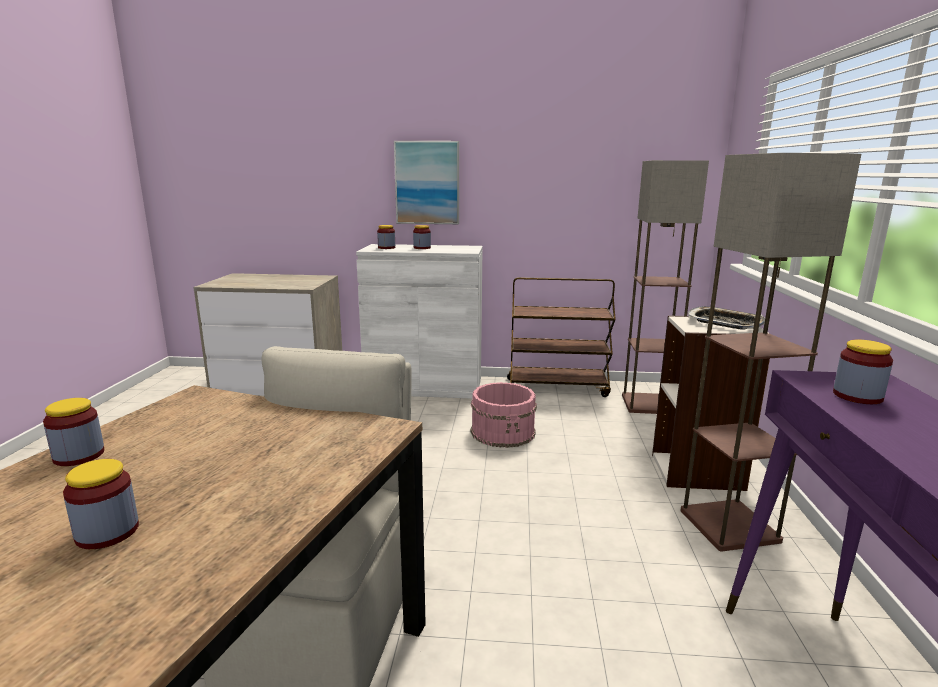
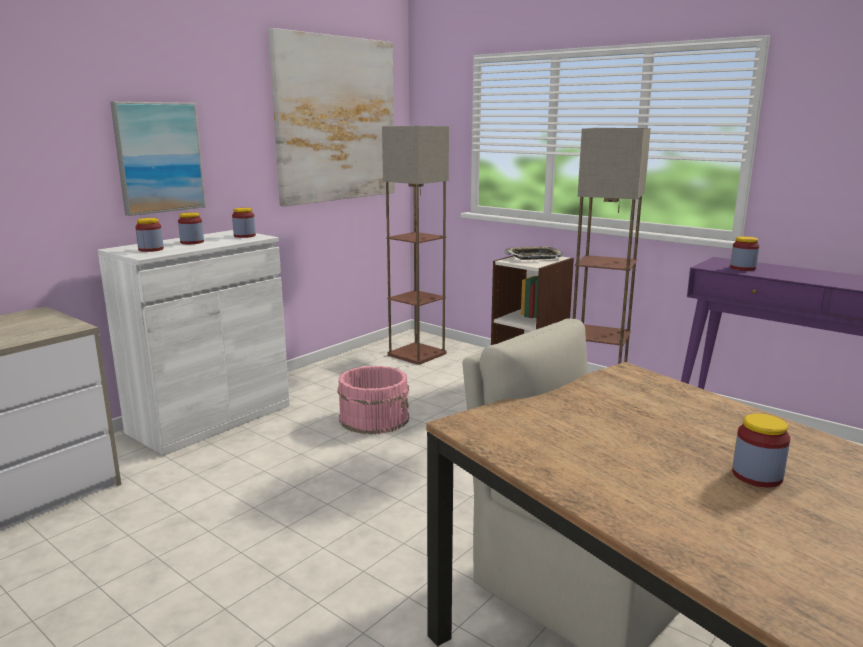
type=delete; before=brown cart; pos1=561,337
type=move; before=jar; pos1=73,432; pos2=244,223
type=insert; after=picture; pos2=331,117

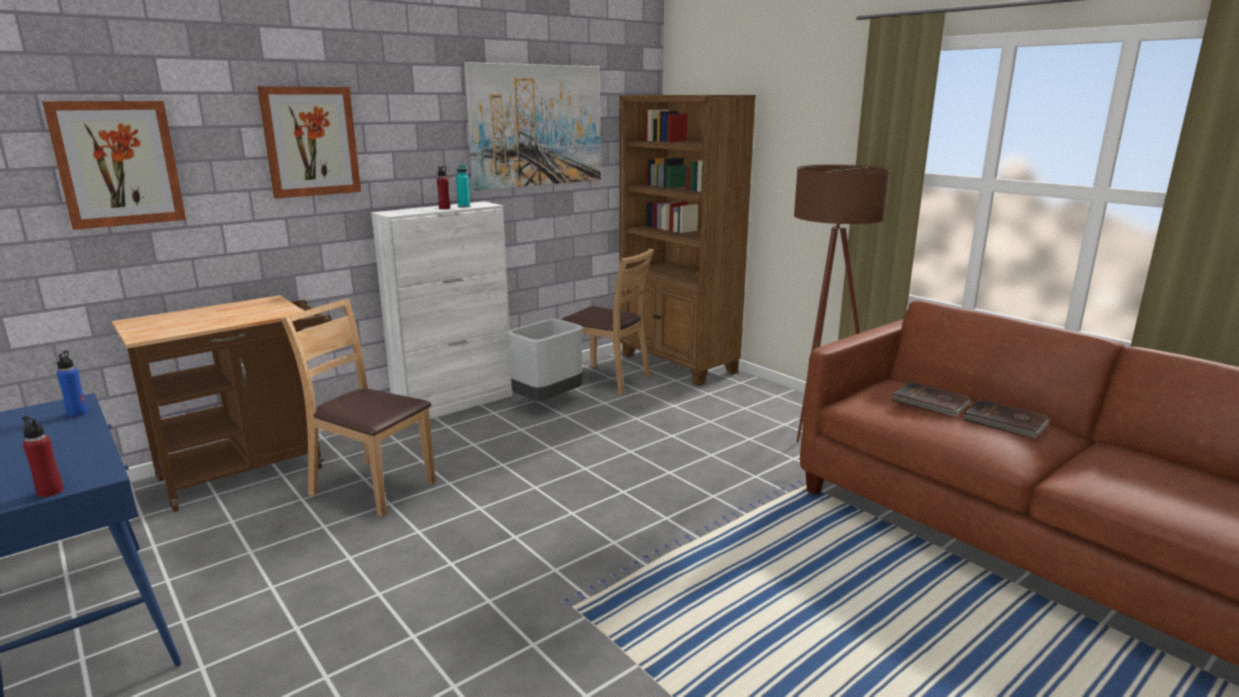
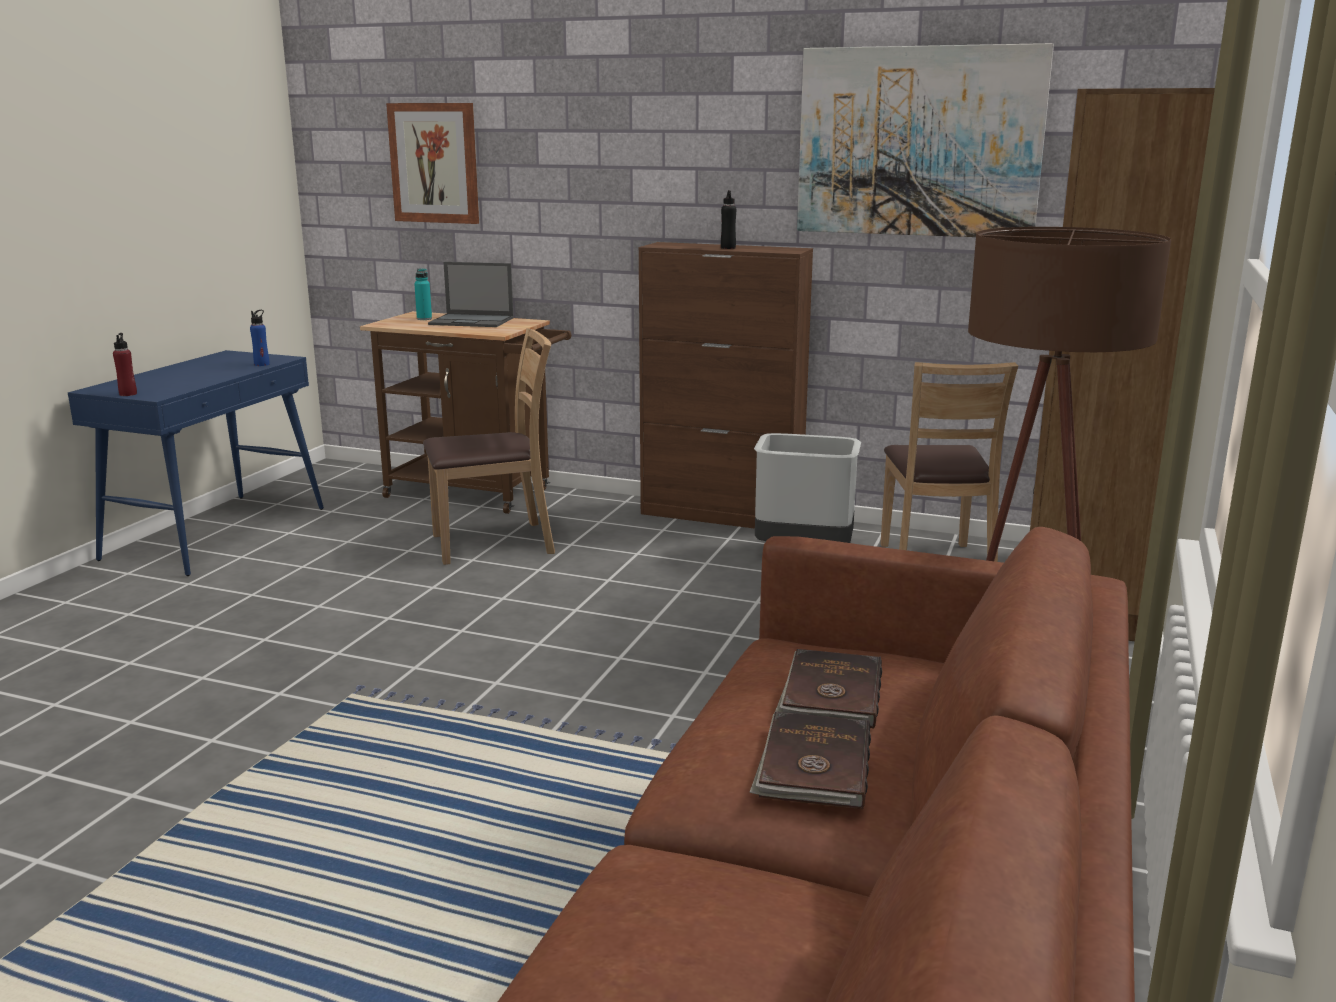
type=delete; before=picture; pos1=309,142
type=move; before=turquoise bottle; pos1=463,186; pos2=423,294
type=recolor; before=red bottle; after=black bottle; pos1=443,187; pos2=728,219
type=recolor; before=white cabinet; after=brown cabinet; pos1=442,313; pos2=725,385
type=rotate; before=brown chair; pos1=358,408; pos2=489,446; turn=75
type=insert; after=laptop; pos2=471,294

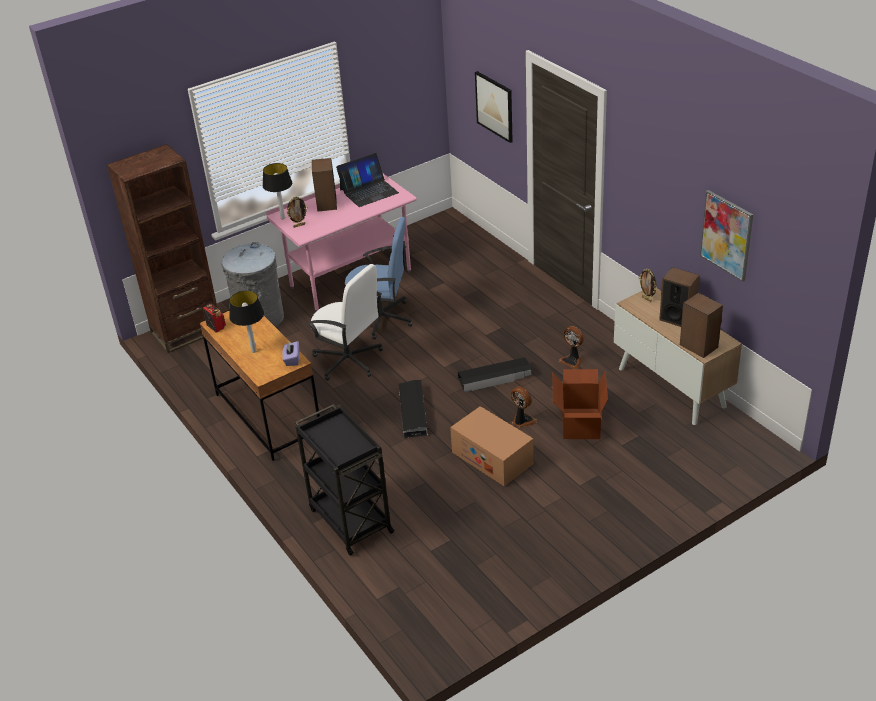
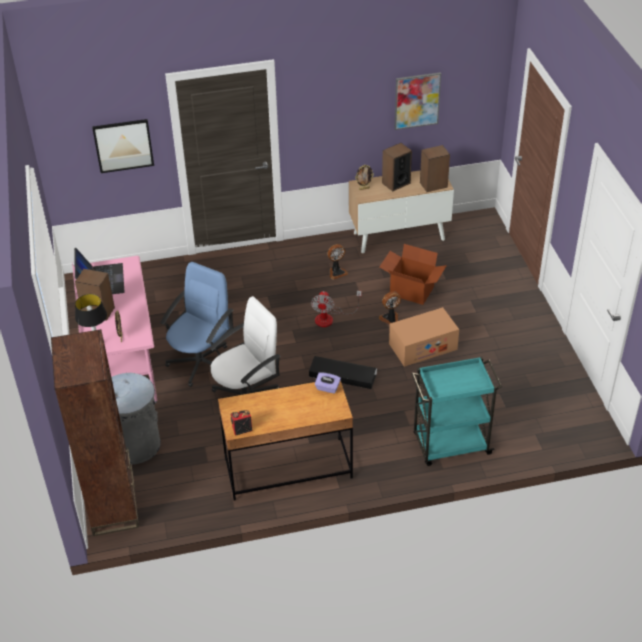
type=delete; before=table lamp; pos1=246,321
type=replace; before=black storage box; after=fan; pos1=495,374; pos2=336,309
type=recolor; before=black cart; after=turquoise cart; pos1=345,480; pos2=457,411

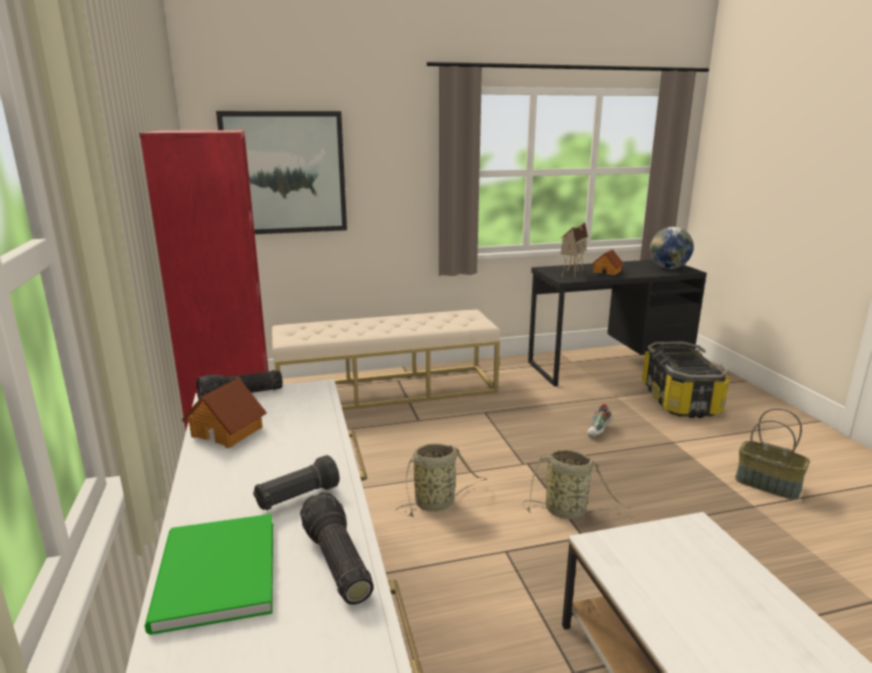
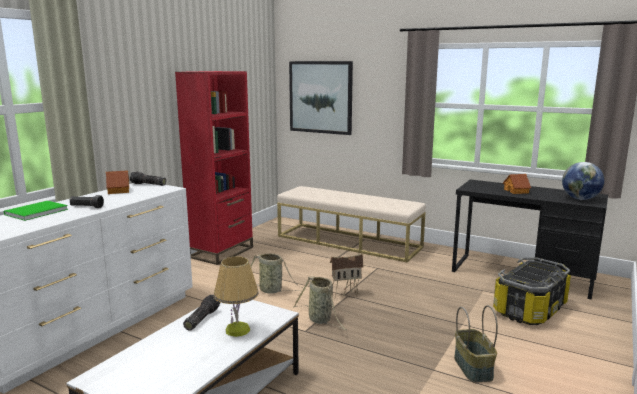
type=move; before=toy house; pos1=574,249; pos2=347,277
type=delete; before=shoe; pos1=600,420
type=move; before=flashlight; pos1=337,548; pos2=201,313
type=insert; after=table lamp; pos2=236,297

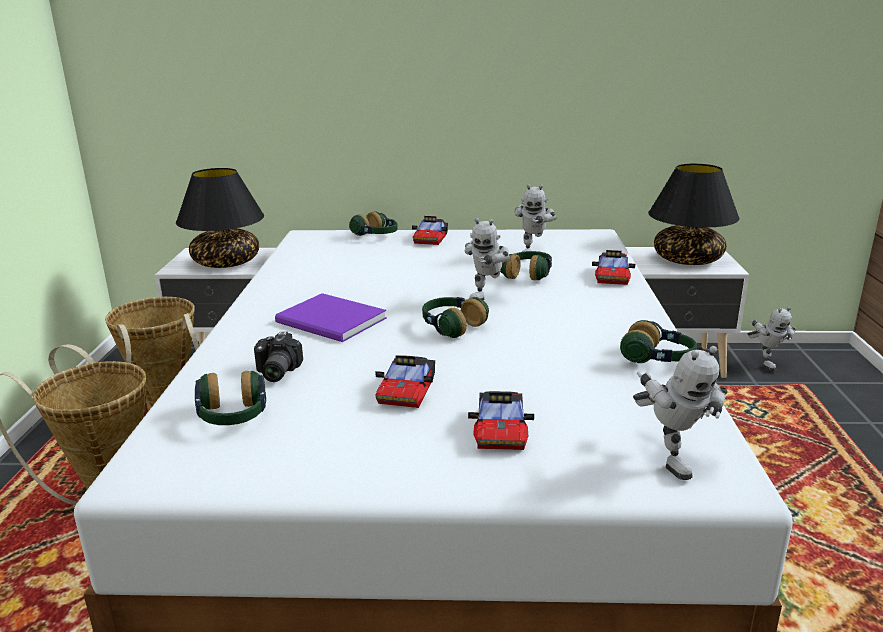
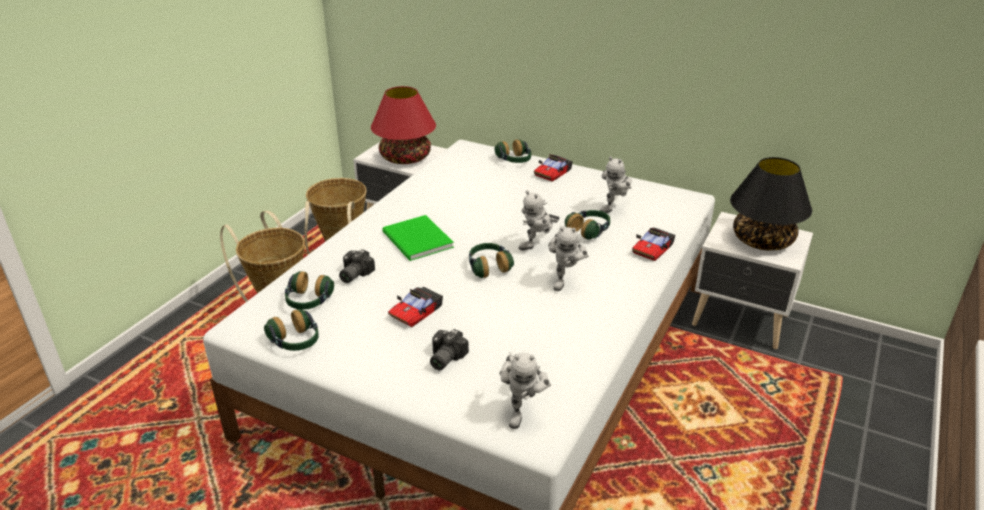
type=recolor; before=black table lamp; after=red table lamp; pos1=220,218; pos2=403,125
type=recolor; before=purple book; after=green book; pos1=331,317; pos2=418,238
type=move; before=toy robot; pos1=771,339; pos2=568,259
type=move; before=headphones; pos1=658,341; pos2=291,330
type=replace; before=toy car; after=photo camera; pos1=501,420; pos2=449,349

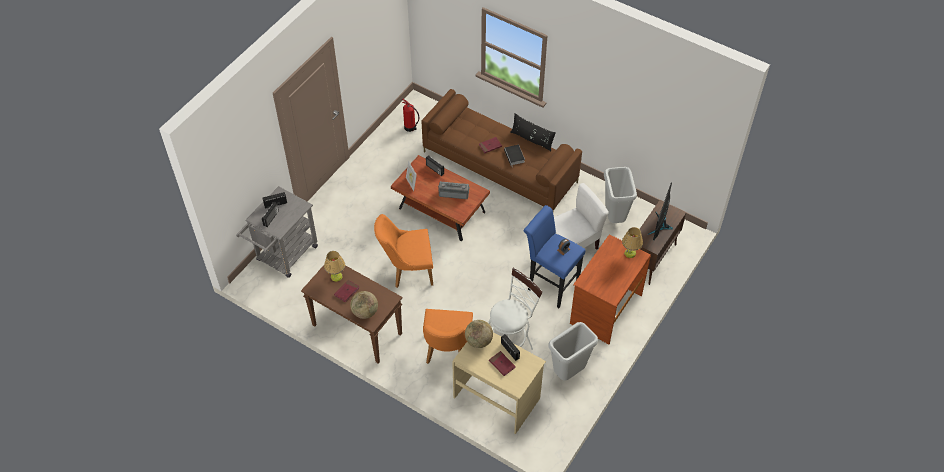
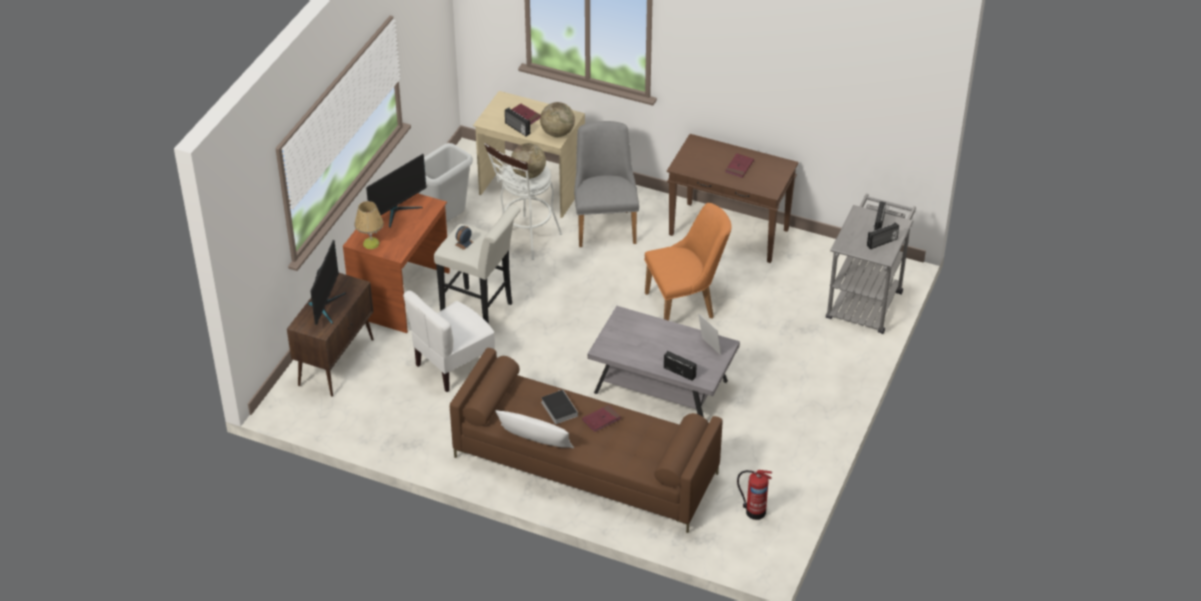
type=recolor; before=black pillow; after=white pillow; pos1=533,132; pos2=534,429
type=recolor; before=brown coffee table; after=grey coffee table; pos1=440,198; pos2=663,361
type=delete; before=grey trash can; pos1=620,195
type=delete; before=radio; pos1=454,190
type=recolor; before=blue stool; after=white stool; pos1=554,256; pos2=477,264
type=delete; before=table lamp; pos1=334,266
type=move; before=globe; pos1=364,305; pos2=528,161
type=recolor; before=orange chair; after=grey chair; pos1=448,336; pos2=606,184
type=insert; after=monitor; pos2=396,191

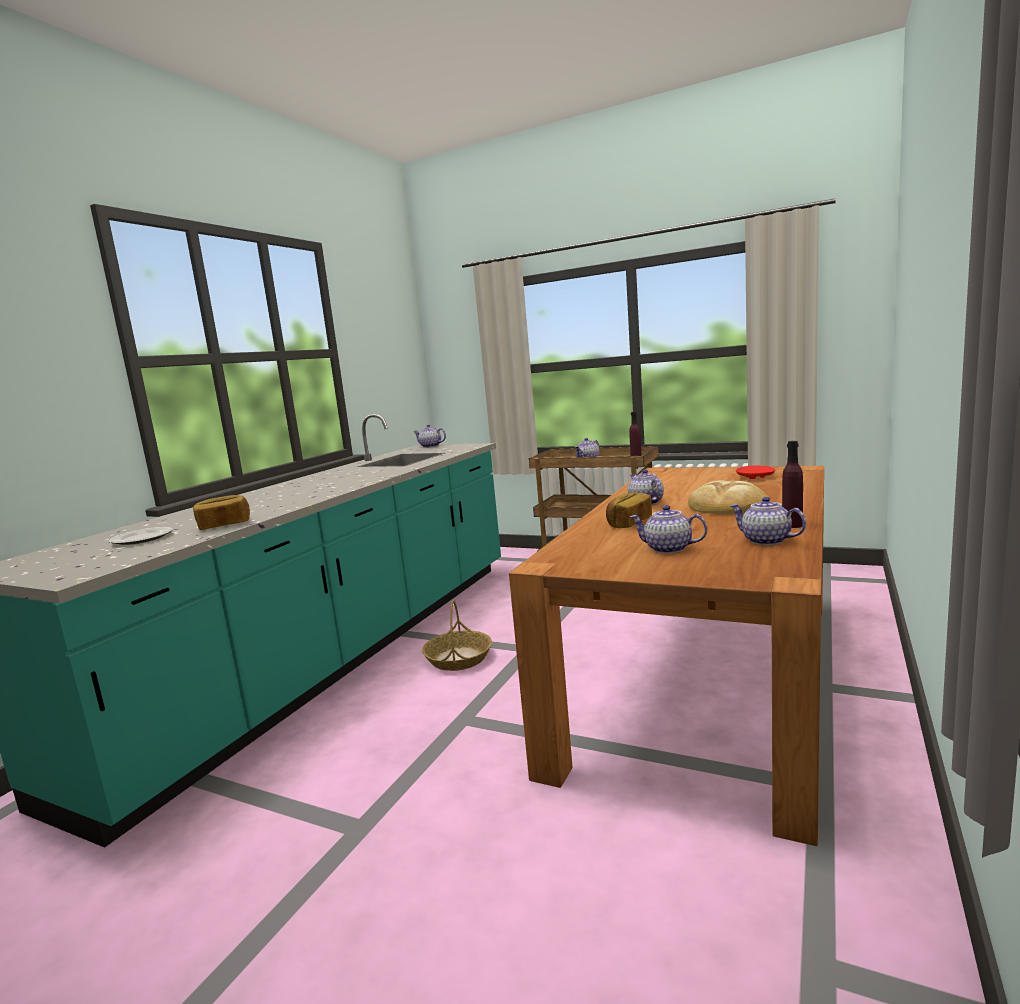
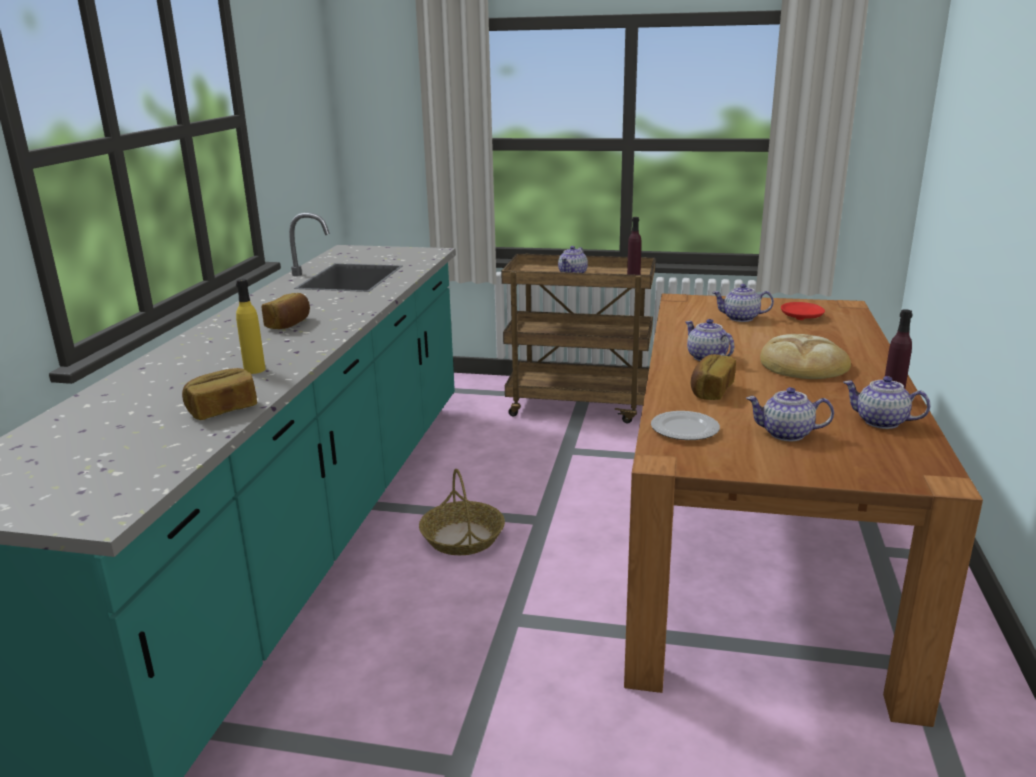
type=move; before=teapot; pos1=429,436; pos2=743,303
type=move; before=plate; pos1=141,536; pos2=685,425
type=insert; after=yellow bottle; pos2=250,326
type=insert; after=bread; pos2=286,311

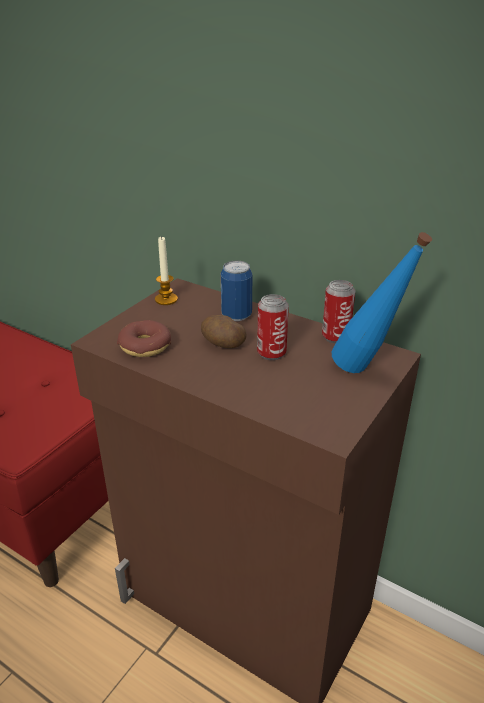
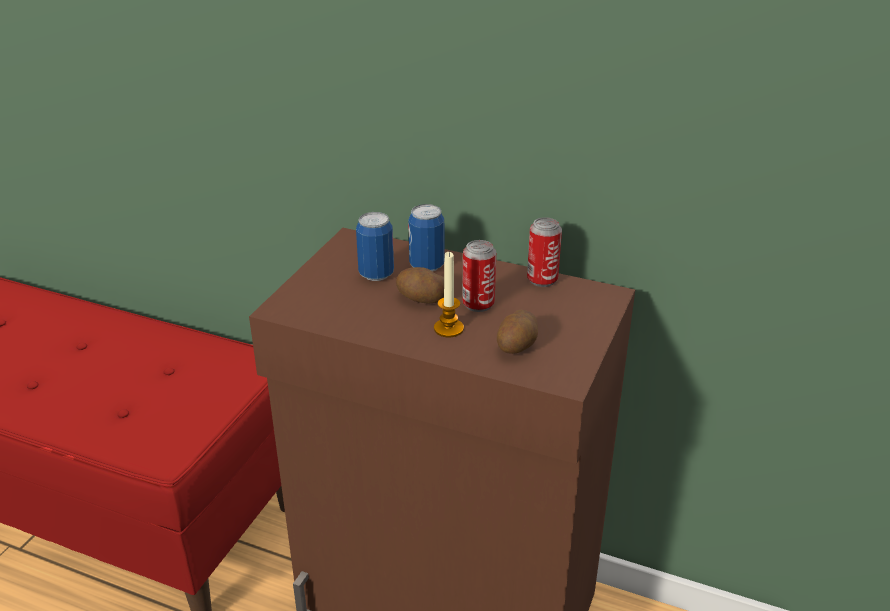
type=delete; before=blue bottle; pos1=382,302
type=move; before=candle; pos1=166,270; pos2=449,294
type=delete; before=donut; pos1=144,338
type=insert; after=can; pos2=375,246
type=insert; after=potato; pos2=517,332

